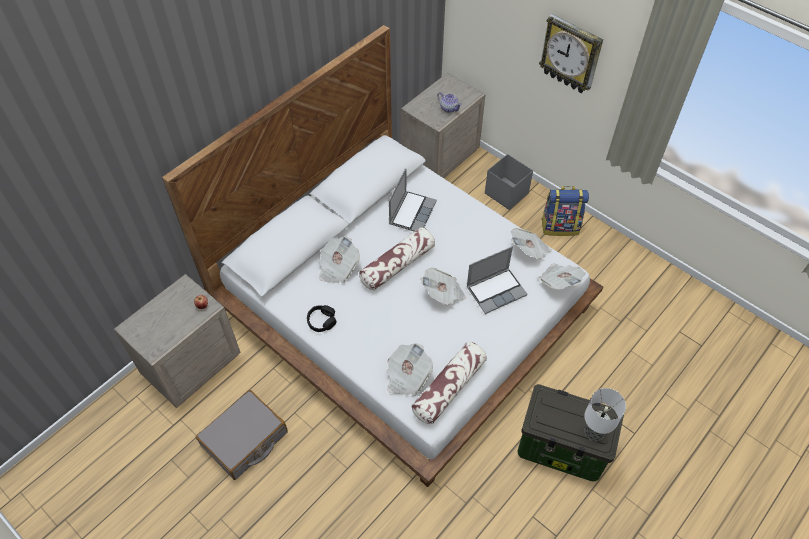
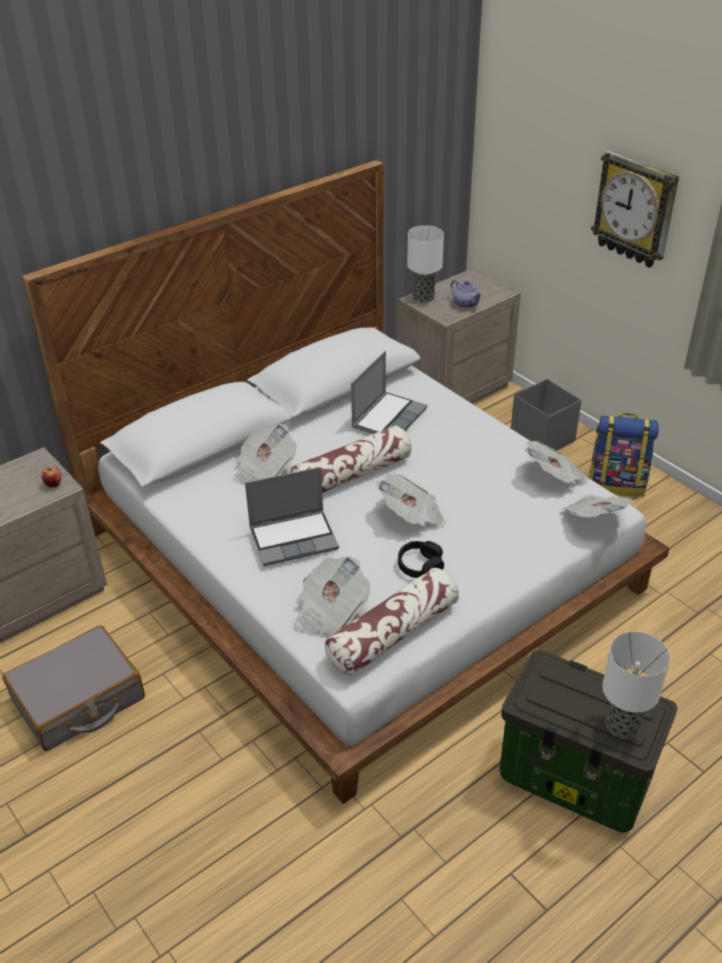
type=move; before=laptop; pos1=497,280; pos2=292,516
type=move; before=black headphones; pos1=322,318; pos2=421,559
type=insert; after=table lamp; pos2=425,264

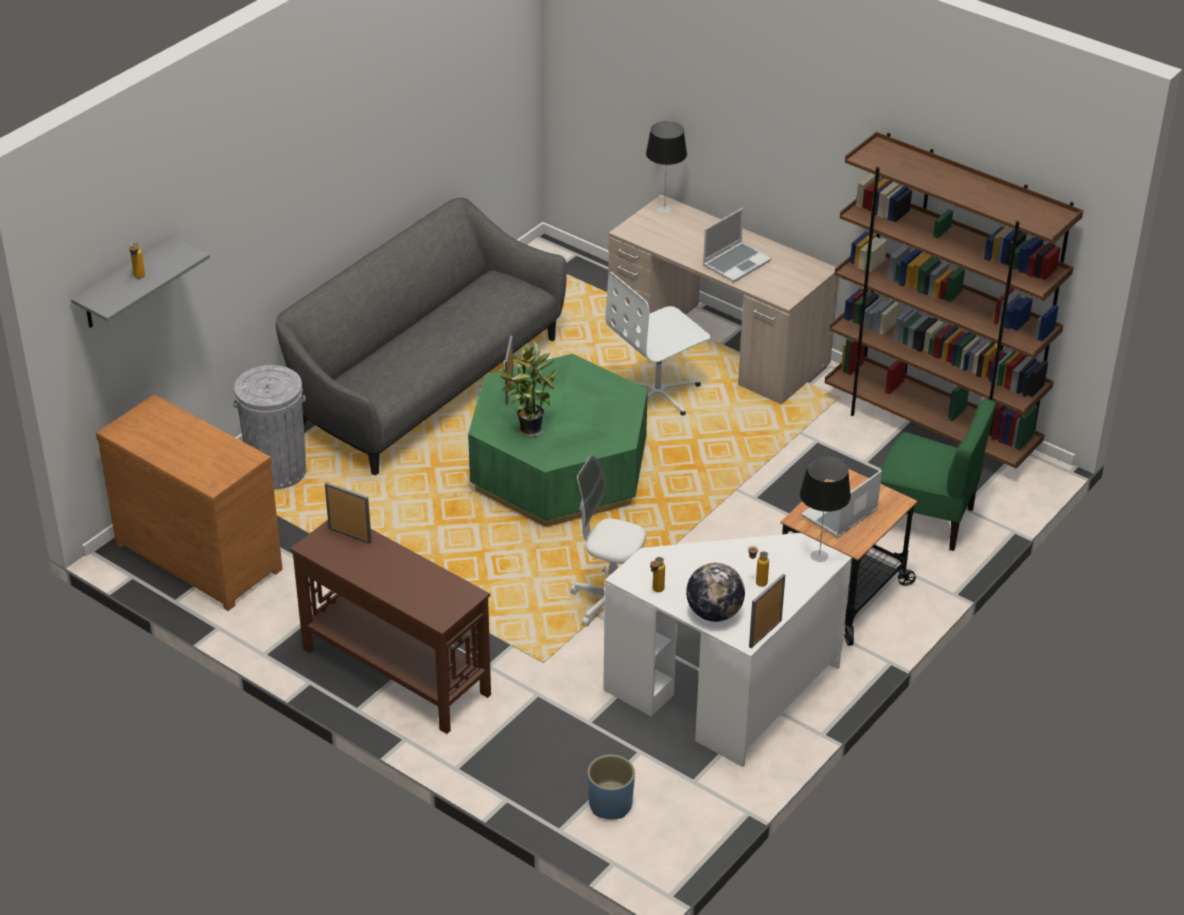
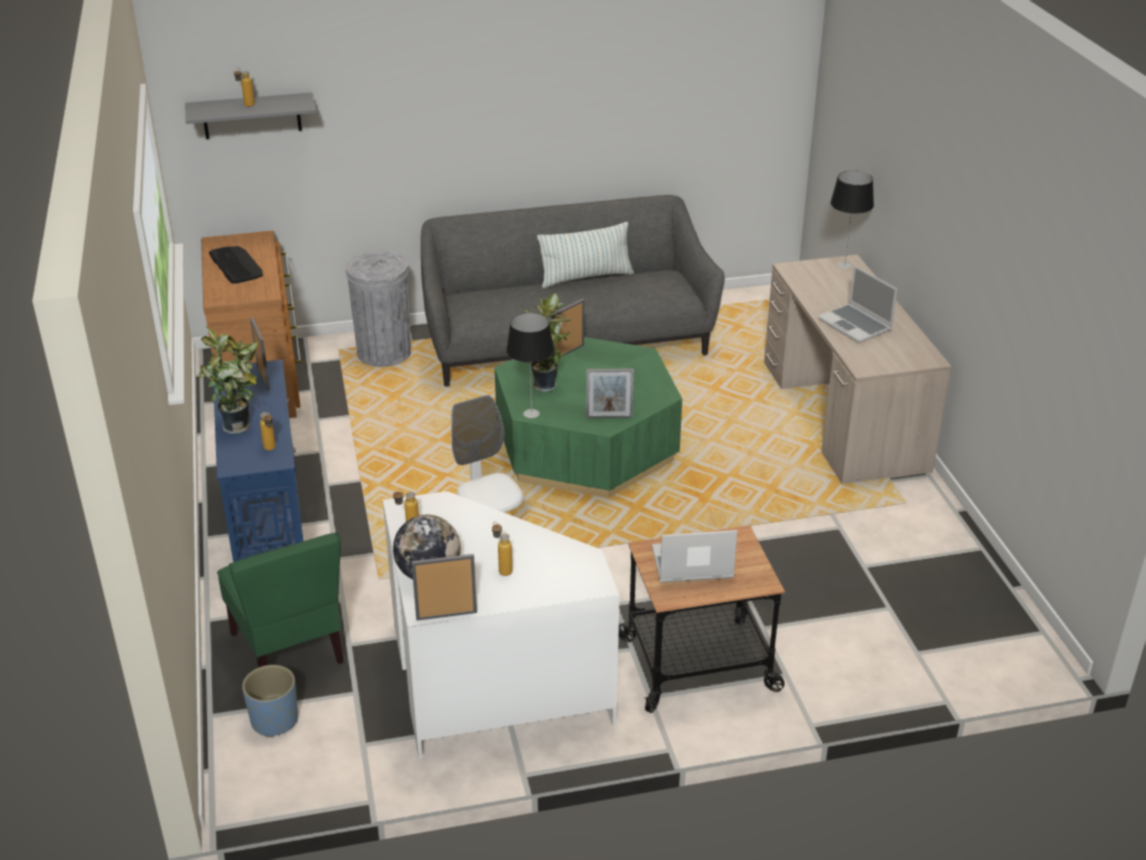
type=delete; before=brown bookcase; pos1=954,302
type=rotate; before=laptop; pos1=737,245; pos2=857,304; turn=60
type=delete; before=white office chair; pos1=658,344
type=move; before=green chair; pos1=938,475; pos2=280,600
type=move; before=table lamp; pos1=825,509; pos2=530,365
type=recolor; before=brown console table; after=blue console table; pos1=390,627; pos2=258,460
type=insert; after=pillow; pos2=585,255
type=insert; after=keyboard; pos2=236,265
type=insert; after=potted plant; pos2=228,380
type=insert; after=picture frame; pos2=610,393
type=insert; after=bottle; pos2=268,431

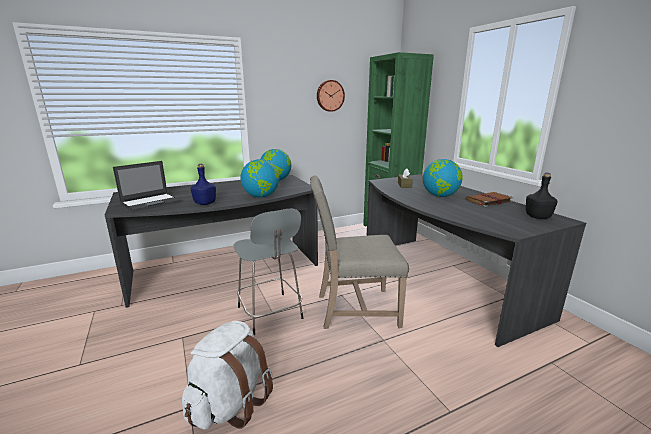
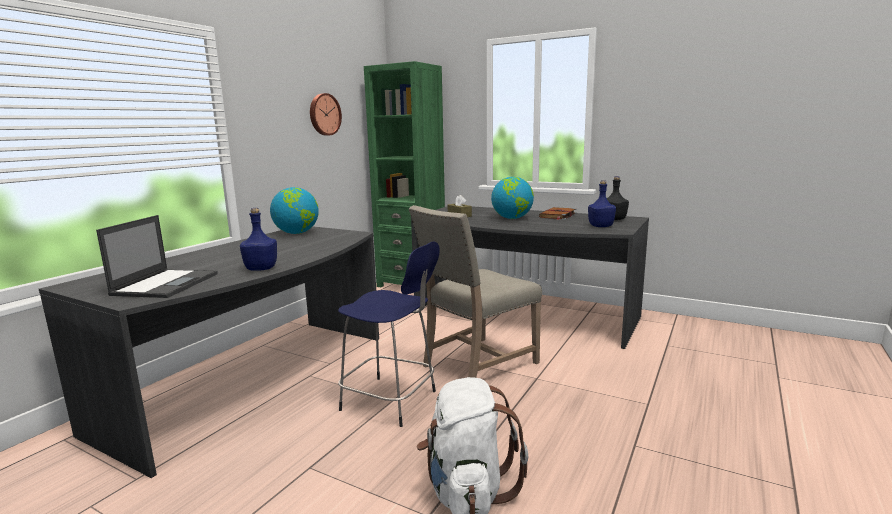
type=delete; before=globe; pos1=260,178
type=recolor; before=grey stool; after=blue stool; pos1=268,272; pos2=389,334
type=insert; after=blue bottle; pos2=602,203

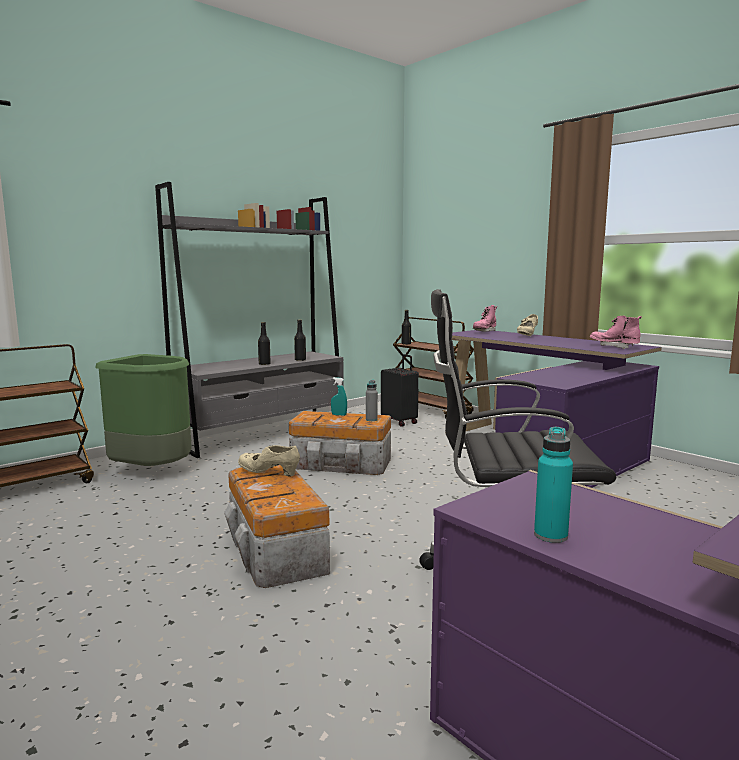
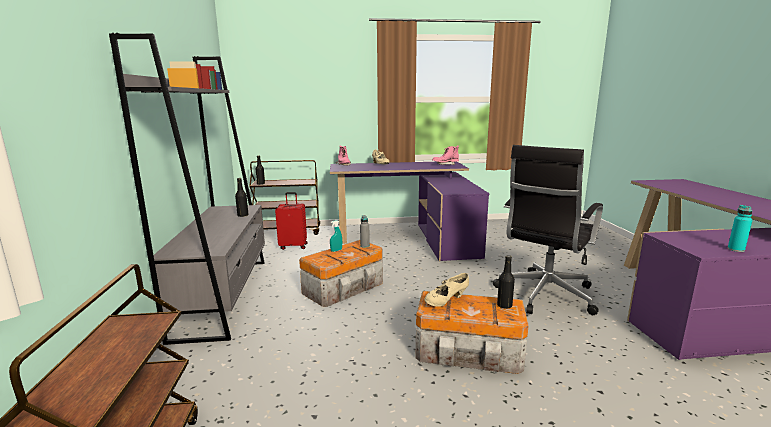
type=move; before=black bottle; pos1=264,343; pos2=506,282
type=delete; before=green trash can; pos1=144,410
type=recolor; before=black suitcase; after=red suitcase; pos1=400,390; pos2=291,221

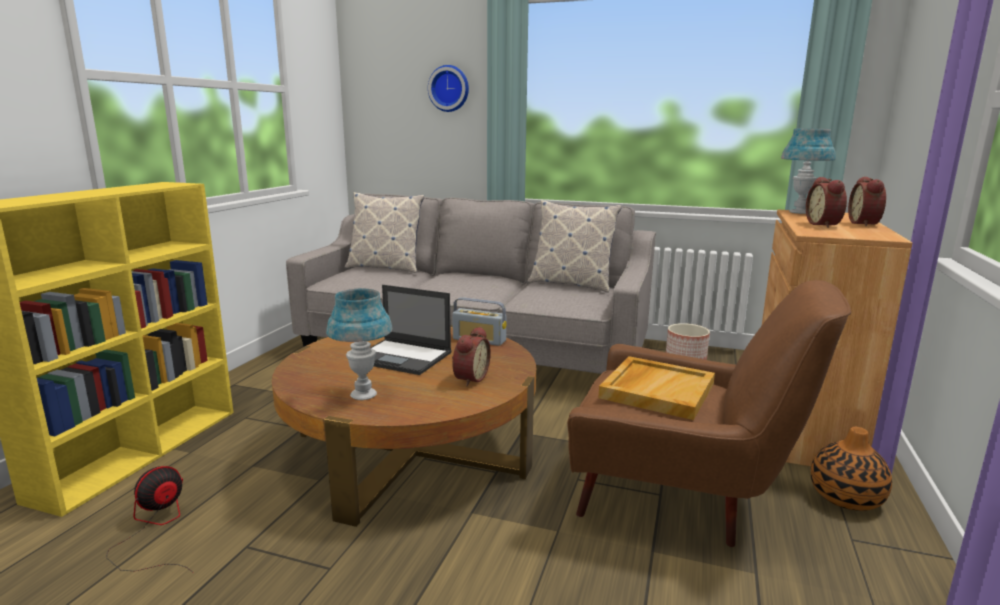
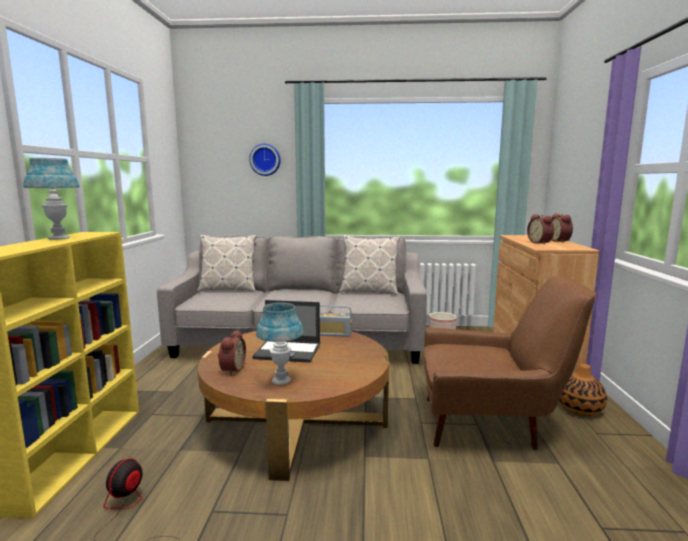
type=move; before=blue table lamp; pos1=808,171; pos2=51,199
type=move; before=alarm clock; pos1=471,356; pos2=232,352
type=delete; before=beige tray; pos1=656,388

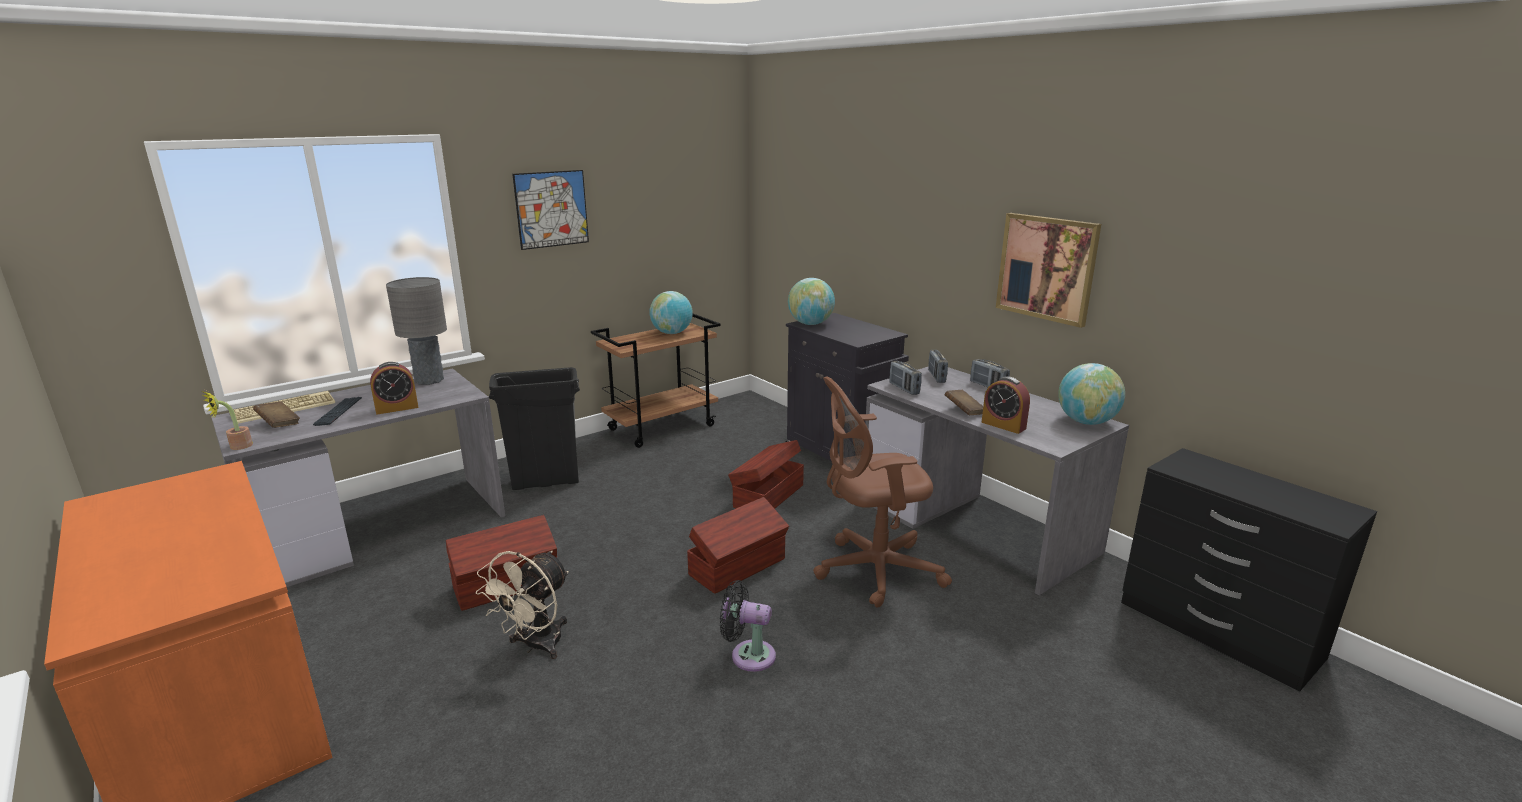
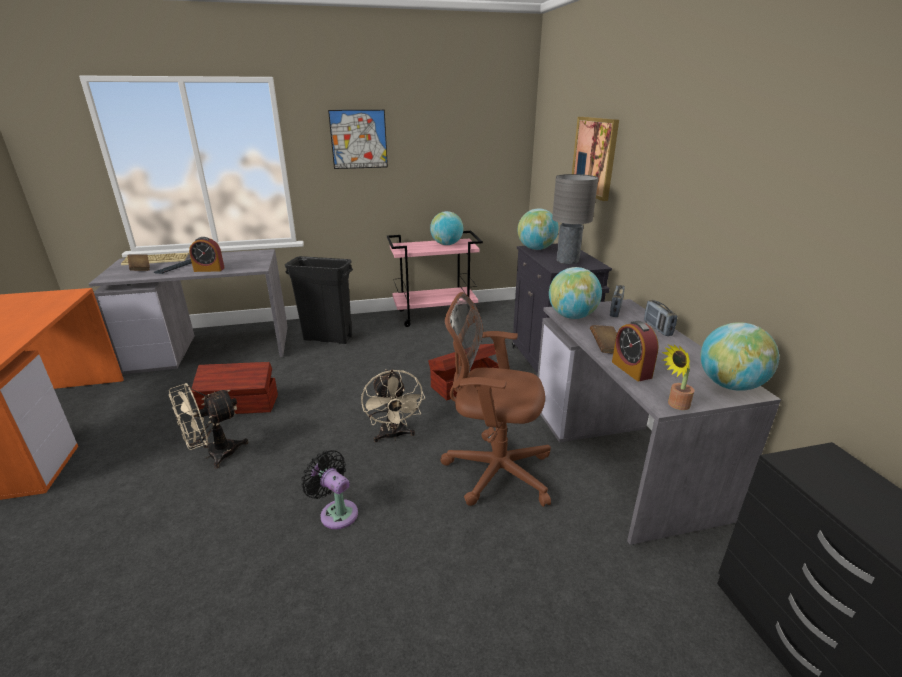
type=move; before=picture; pos1=1048,270; pos2=595,159
type=move; before=grey table lamp; pos1=416,331; pos2=575,219
type=recolor; before=brown cart; after=pink cart; pos1=656,381; pos2=435,279
type=replace; before=radio; after=globe; pos1=906,378; pos2=575,293
type=move; before=potted plant; pos1=227,420; pos2=678,377
type=replace; before=brown storage box; after=beige fan; pos1=738,545; pos2=393,405

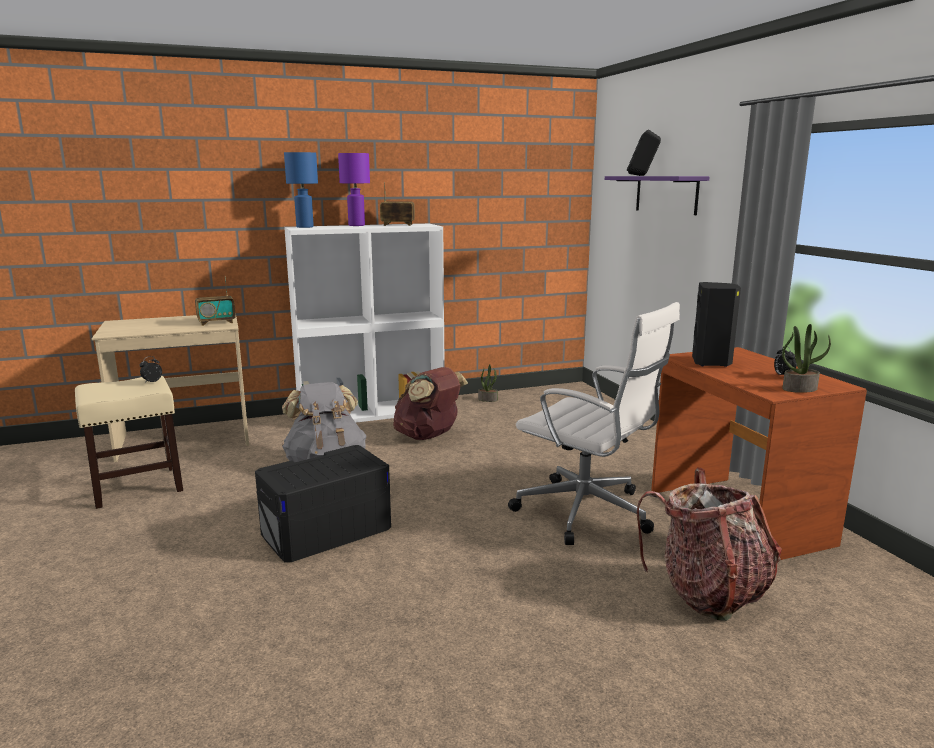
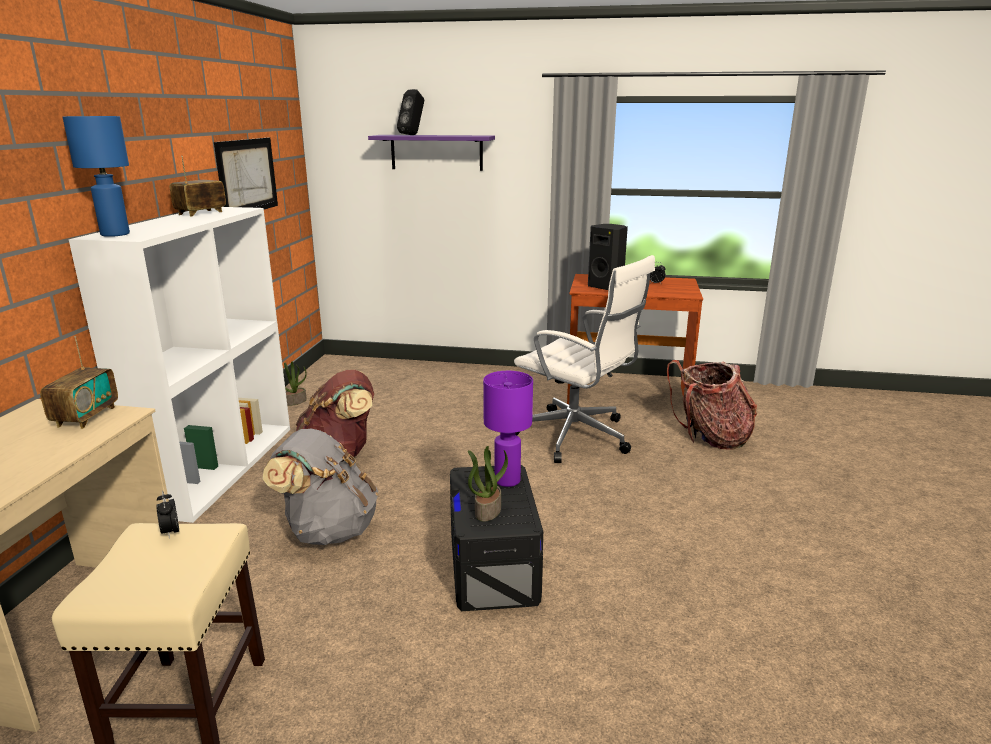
type=move; before=purple table lamp; pos1=354,189; pos2=508,429
type=rotate; before=white office chair; pos1=594,423; pos2=584,359; turn=60
type=move; before=potted plant; pos1=806,358; pos2=488,484
type=insert; after=picture; pos2=246,173

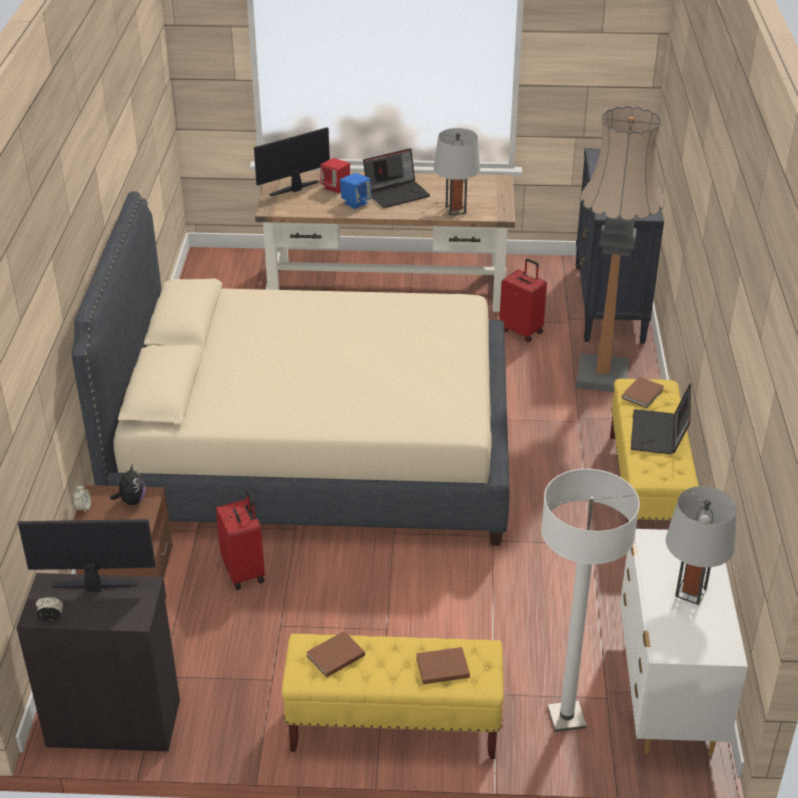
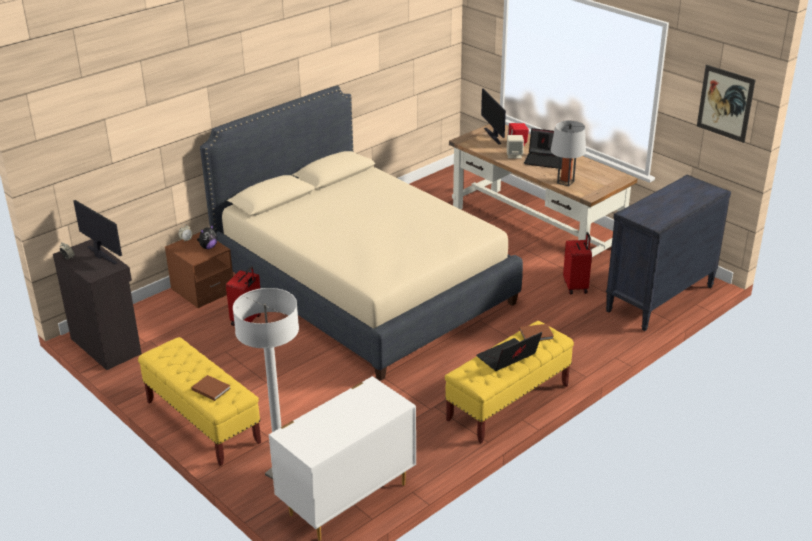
type=delete; before=floor lamp; pos1=620,249
type=rotate; before=monitor; pos1=292,161; pos2=493,116; turn=-120
type=recolor; before=blue speaker; after=beige speaker; pos1=356,191; pos2=515,146
type=delete; before=grey table lamp; pos1=701,545
type=delete; before=brown book; pos1=335,654
type=insert; after=picture; pos2=726,103

